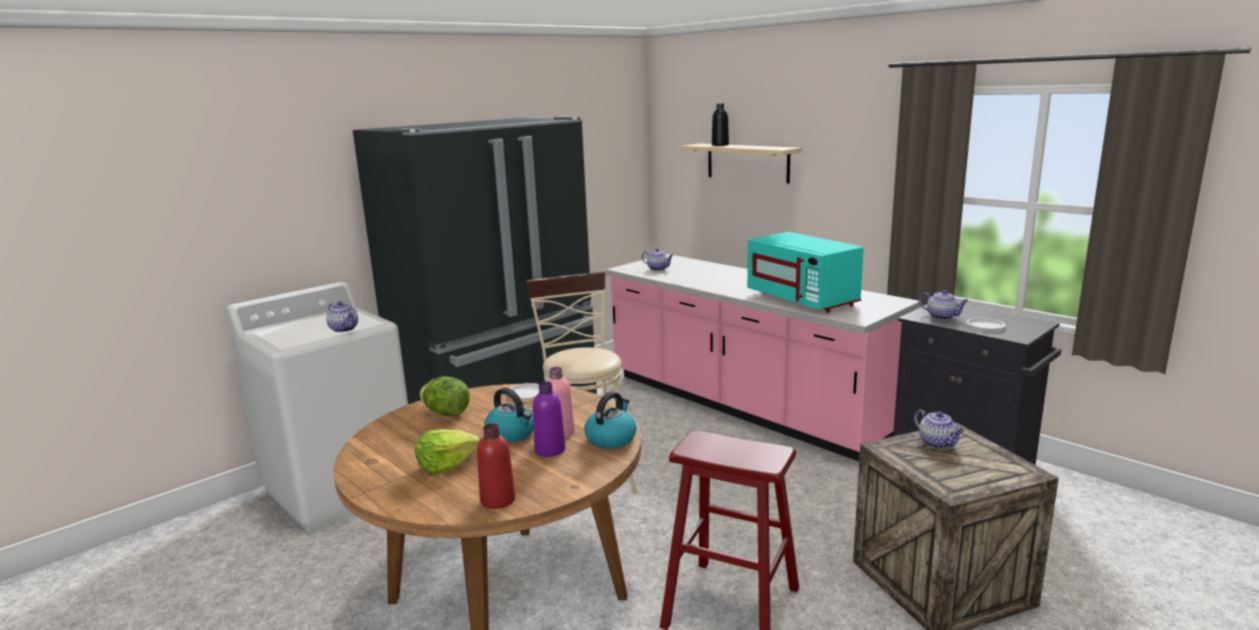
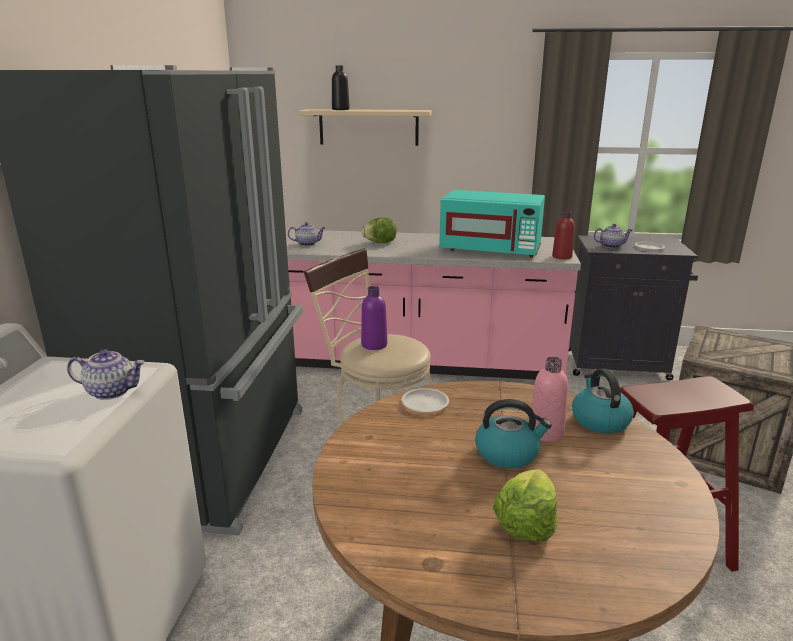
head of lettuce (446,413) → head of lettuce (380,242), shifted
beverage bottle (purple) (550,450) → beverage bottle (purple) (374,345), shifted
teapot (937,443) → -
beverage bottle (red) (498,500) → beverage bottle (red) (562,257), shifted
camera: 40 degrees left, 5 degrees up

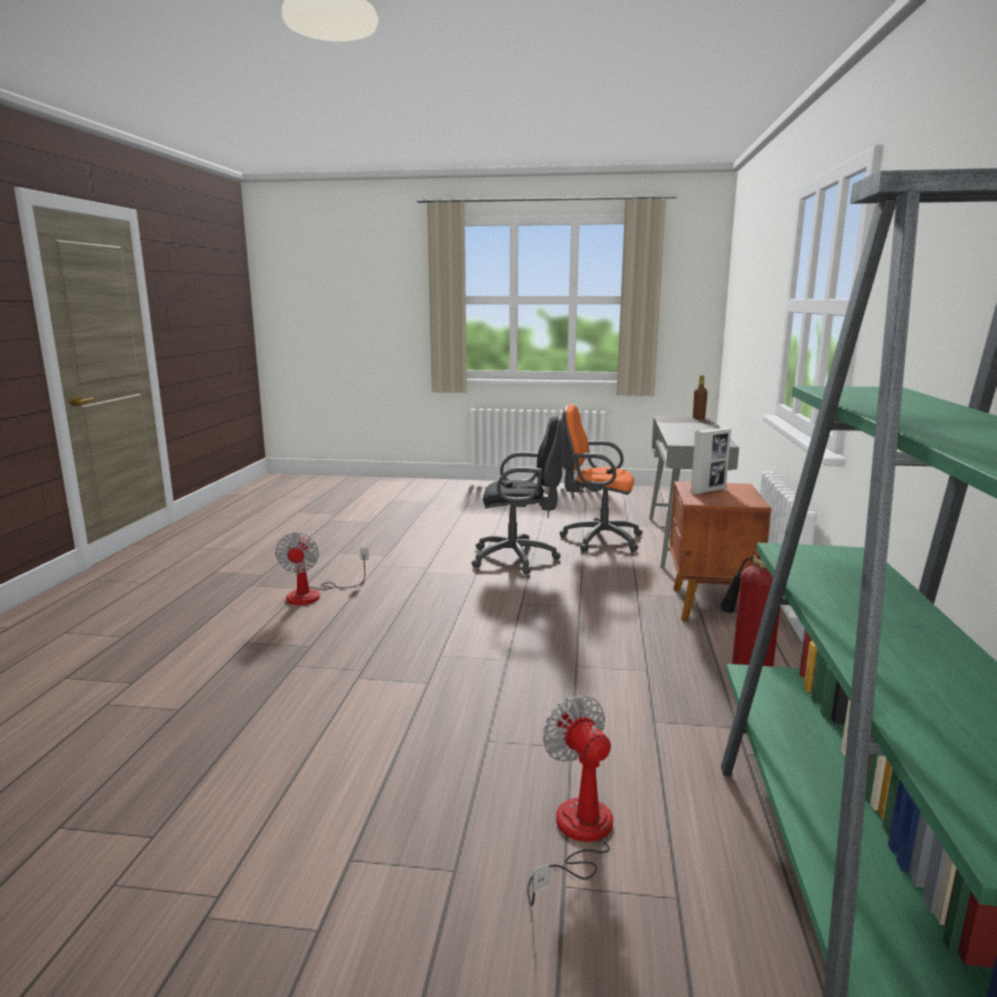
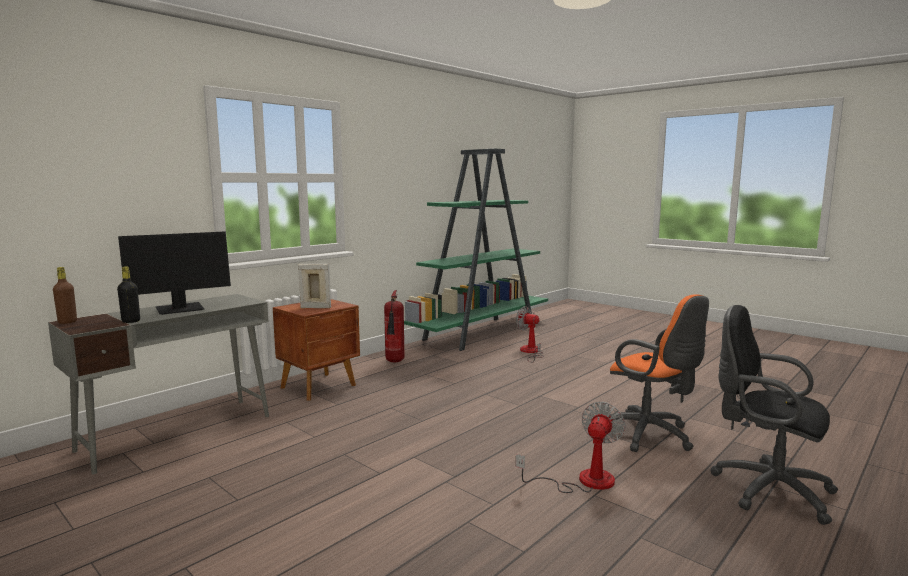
office chair (orange-coloured) (597,539) → office chair (orange-coloured) (650,436), shifted
office chair (black-coloured) (519,558) → office chair (black-coloured) (766,489), shifted
fan (576,836) → fan (530,352), 120 degrees clockwise
- → monitor (180,309)
- → beverage bottle (black-coloured) (131,321)
camera: 145 degrees left, 5 degrees down

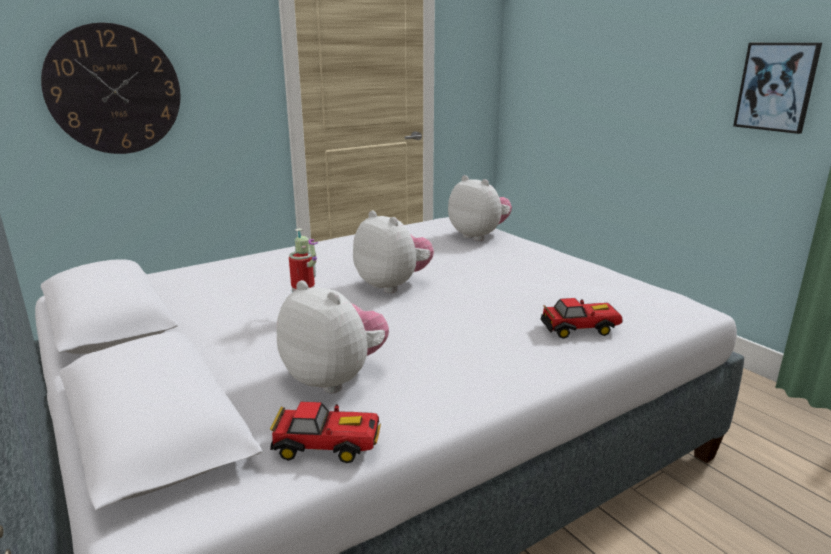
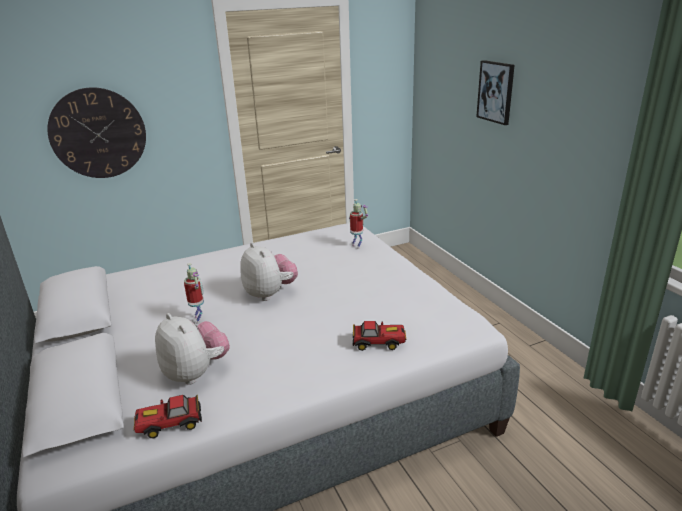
wall picture (776,87) → wall picture (496,92), shifted
soft toy (479,236) → model robot (357,246)
toy car (328,446) → toy car (169,424), 150 degrees clockwise
camera: 10 degrees right, 5 degrees up

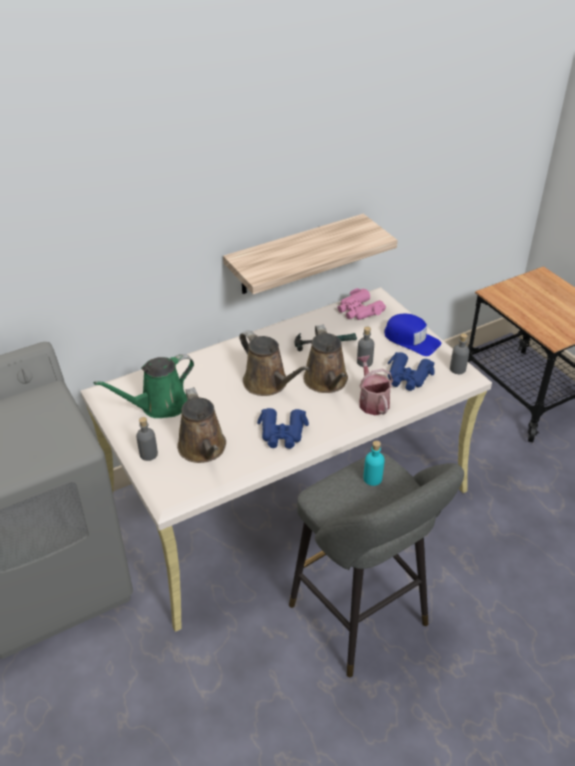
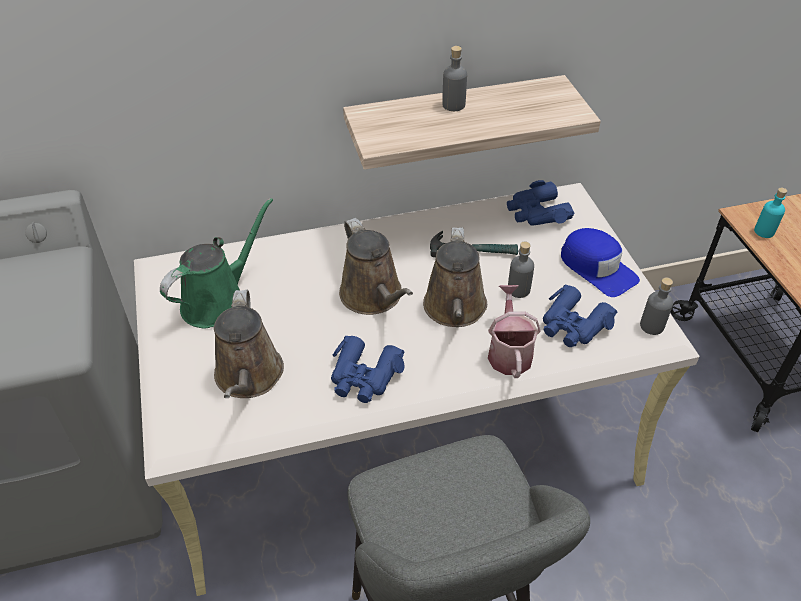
pair of binoculars (pink) (359,311) → pair of binoculars (blue-coloured) (537,212)
sprinkling can (green) (159,405) → sprinkling can (green) (219,301), 150 degrees clockwise
beverage bottle (grey) (148,454) → beverage bottle (grey) (453,105), shifted
beverage bottle (turquoise-coloured) (372,478) → beverage bottle (turquoise-coloured) (764,231), shifted
camera: 15 degrees right, 5 degrees up

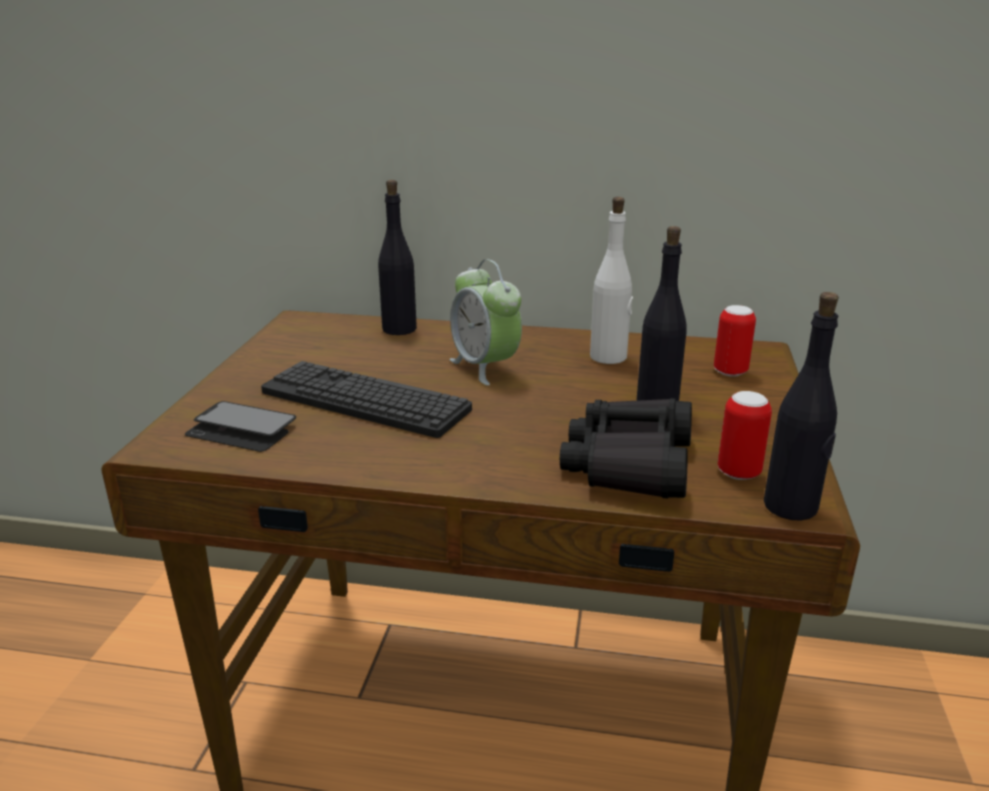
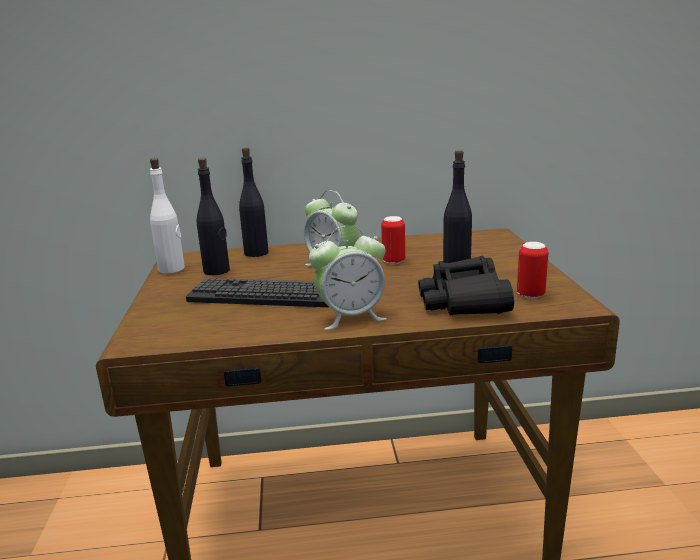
beverage bottle (whitish) (609,357) → beverage bottle (whitish) (172,269), shifted
beverage bottle (black-coloured) (791,507) → beverage bottle (black-coloured) (217,271), shifted
sealed can (730,371) → sealed can (393,261), shifted
phone (241,429) → -
- → alarm clock (351,317)
camera: 15 degrees left, 5 degrees down

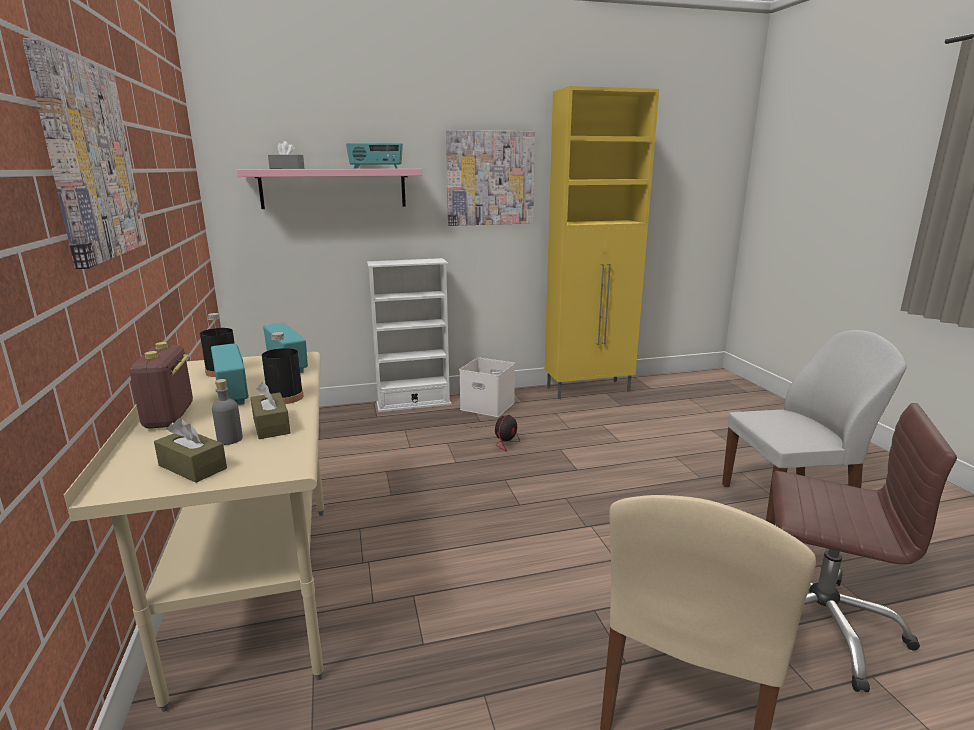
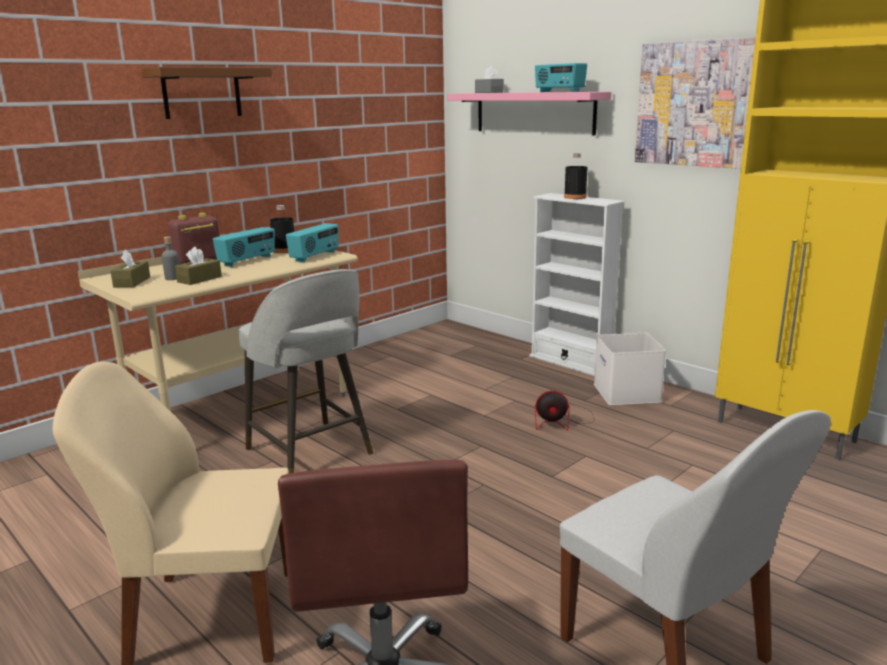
wall picture (89,161) → shelf (brownish) (202,93)
beverage bottle (black-coloured) (285,397) → beverage bottle (black-coloured) (575,197), shifted
- → sitting stool (grey) (311,453)
camera: 60 degrees right, 0 degrees up

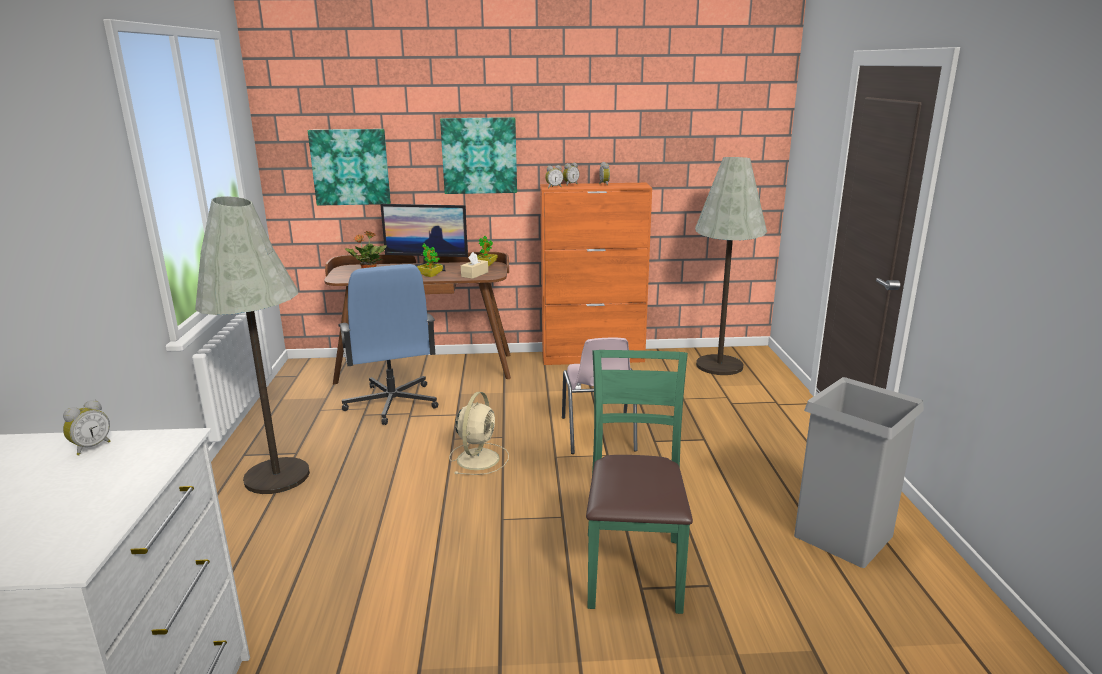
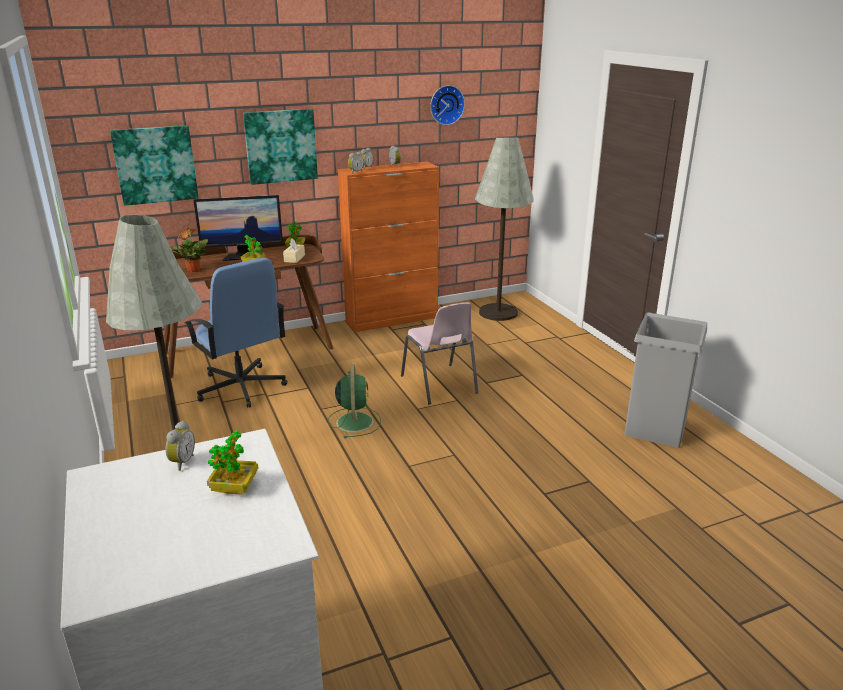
chair (green) (633,570) → -
fan (beige-coloured) (478,458) → fan (green) (355,421)
- → hanging clock (446,105)
- → plant in a pot (235,488)
camera: 20 degrees left, 5 degrees up

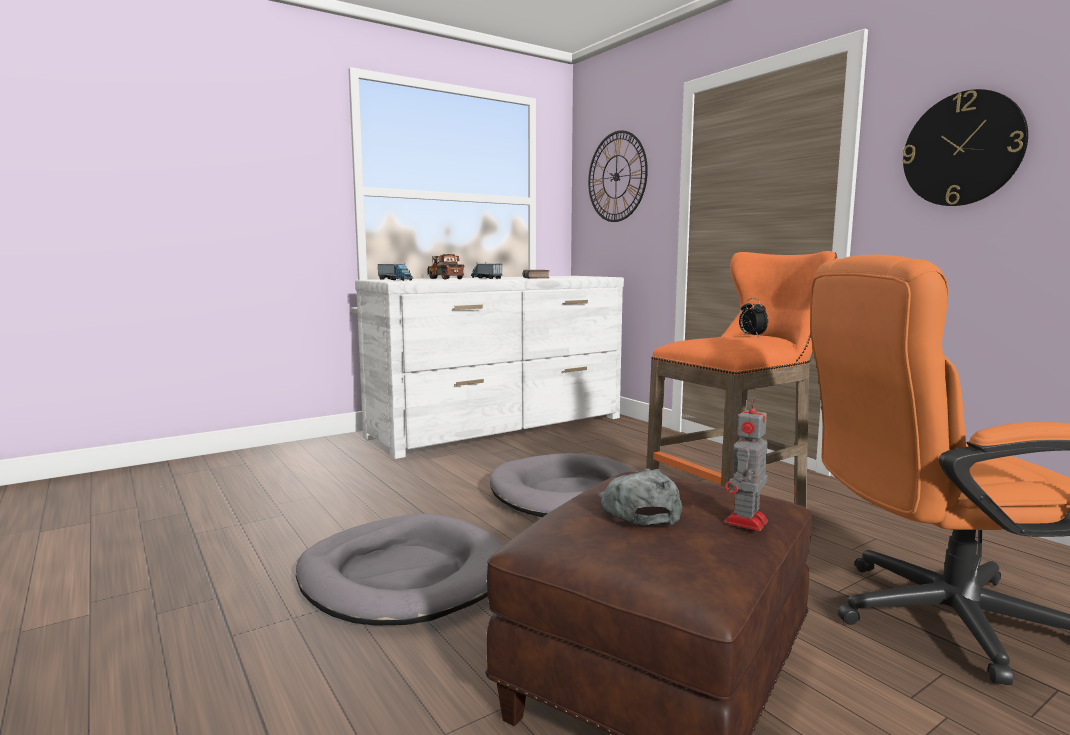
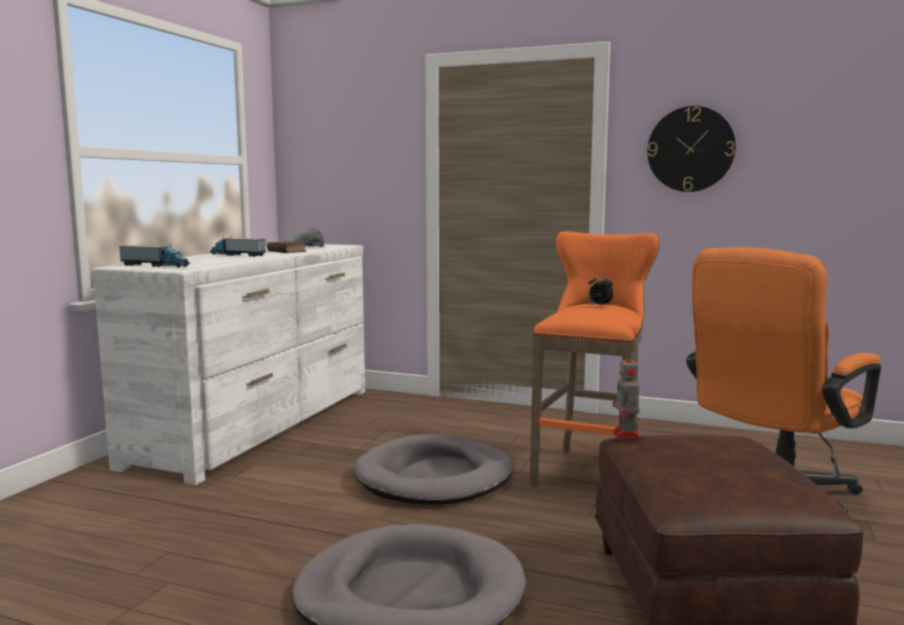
hanging clock (616,177) → -
toy truck (444,278) → -
model robot (745,522) → model robot (626,435), shifted
cap (grey) (638,508) → cap (grey) (306,246), shifted
camera: 35 degrees left, 0 degrees up

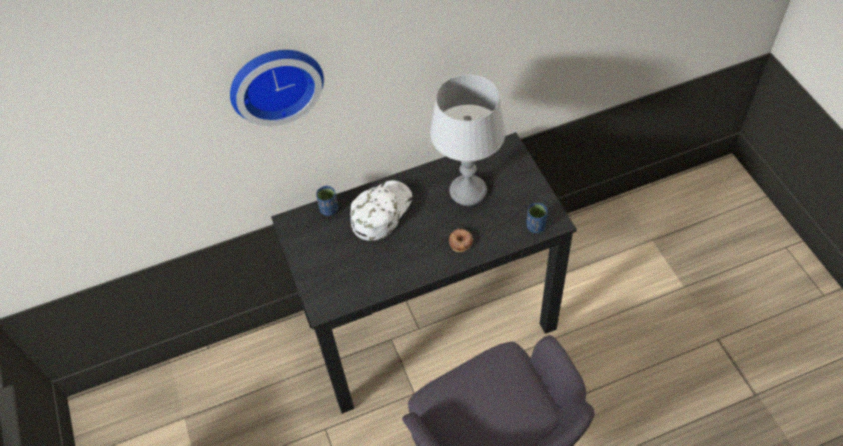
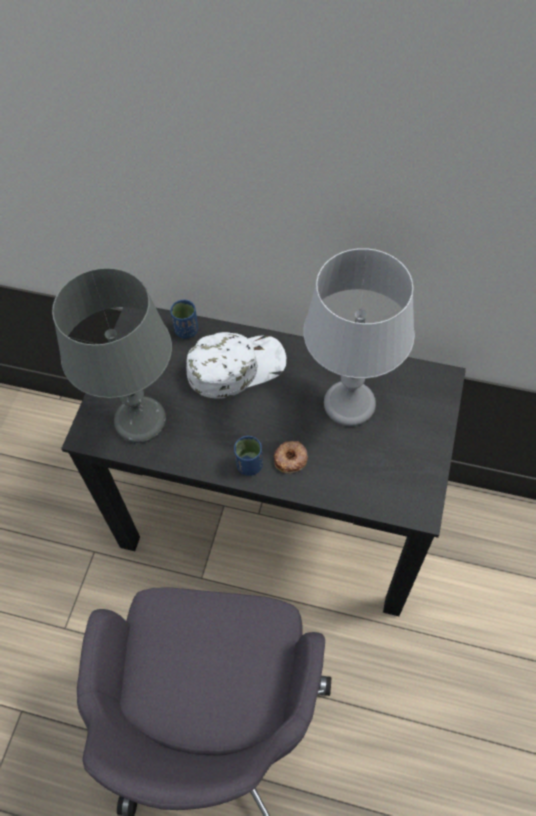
hanging clock (275,82) → -
cup (blue-coloured) (535,226) → cup (blue-coloured) (249,465), shifted
- → tabletop lamp (grey) (140,421)
camera: 35 degrees right, 5 degrees up

